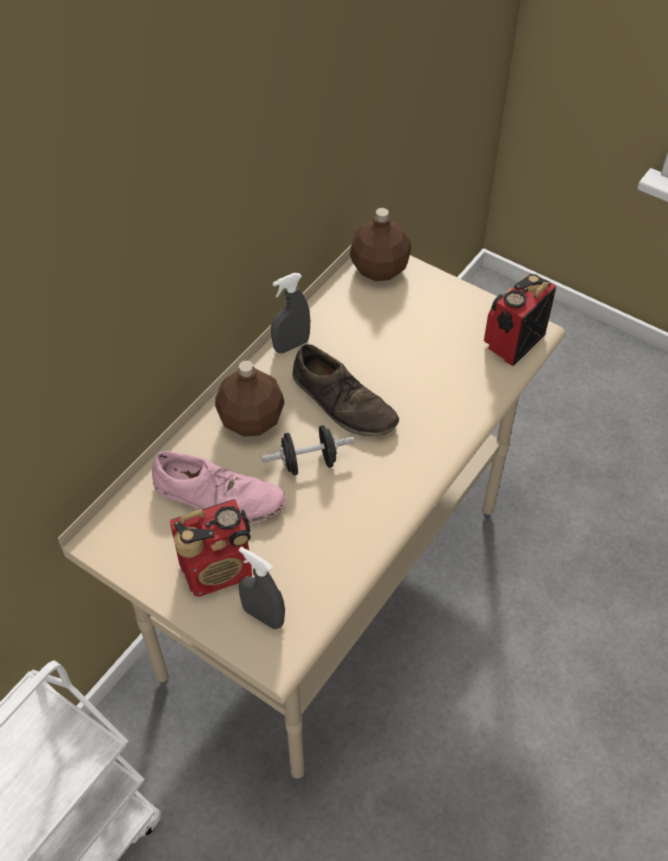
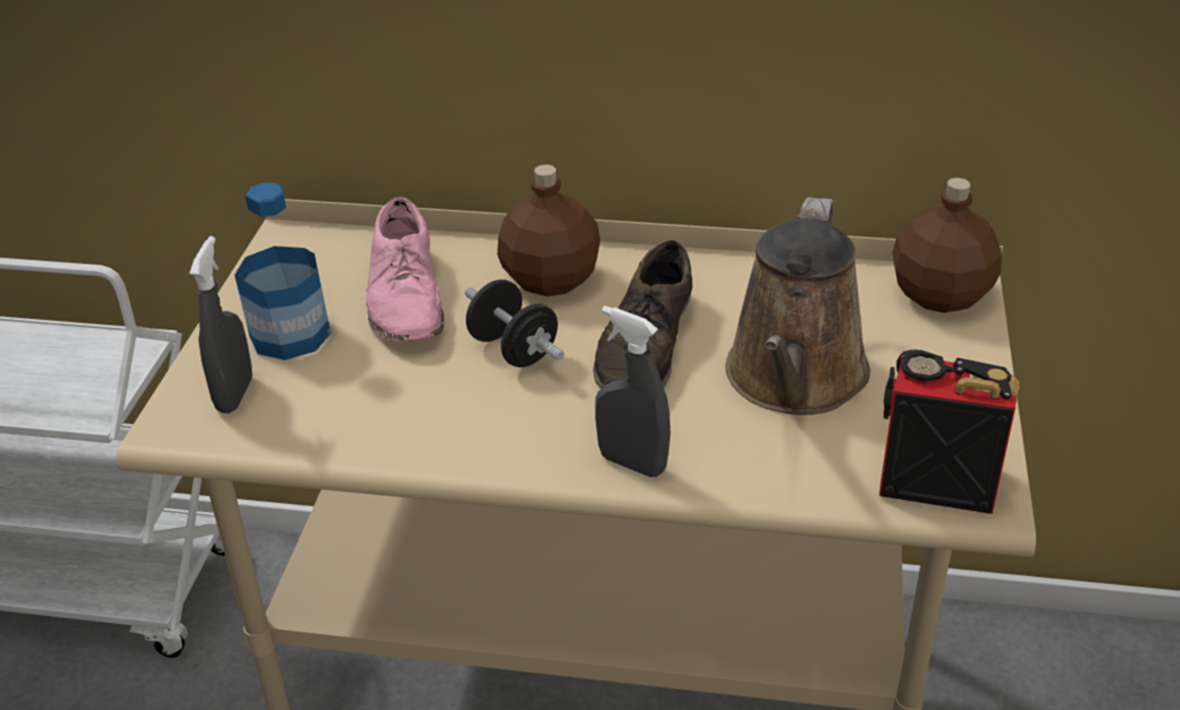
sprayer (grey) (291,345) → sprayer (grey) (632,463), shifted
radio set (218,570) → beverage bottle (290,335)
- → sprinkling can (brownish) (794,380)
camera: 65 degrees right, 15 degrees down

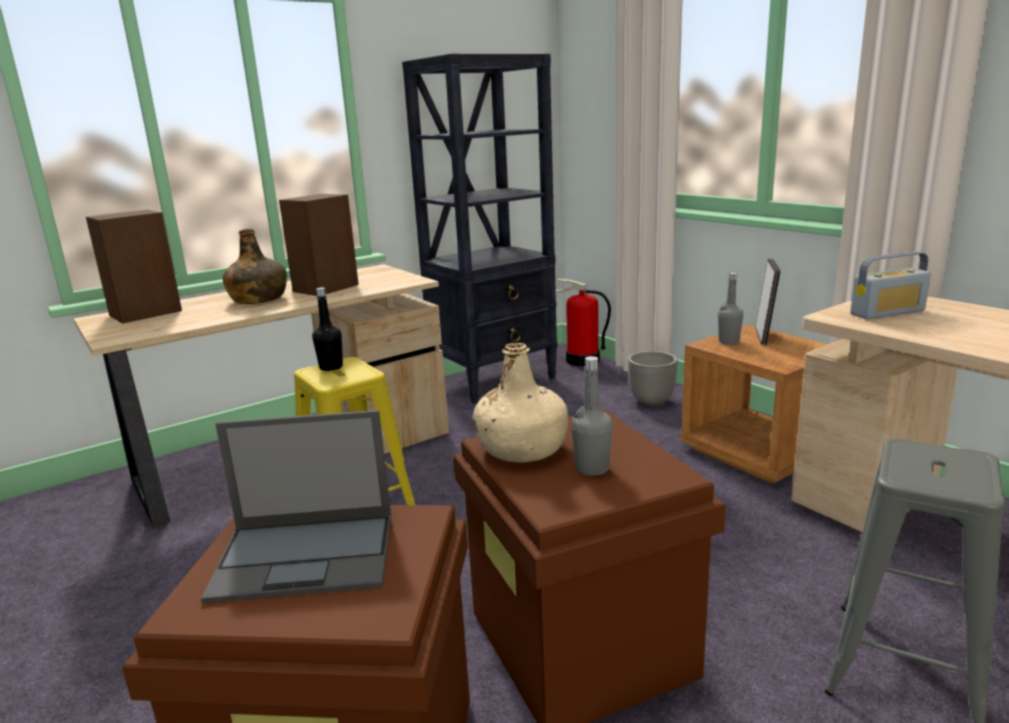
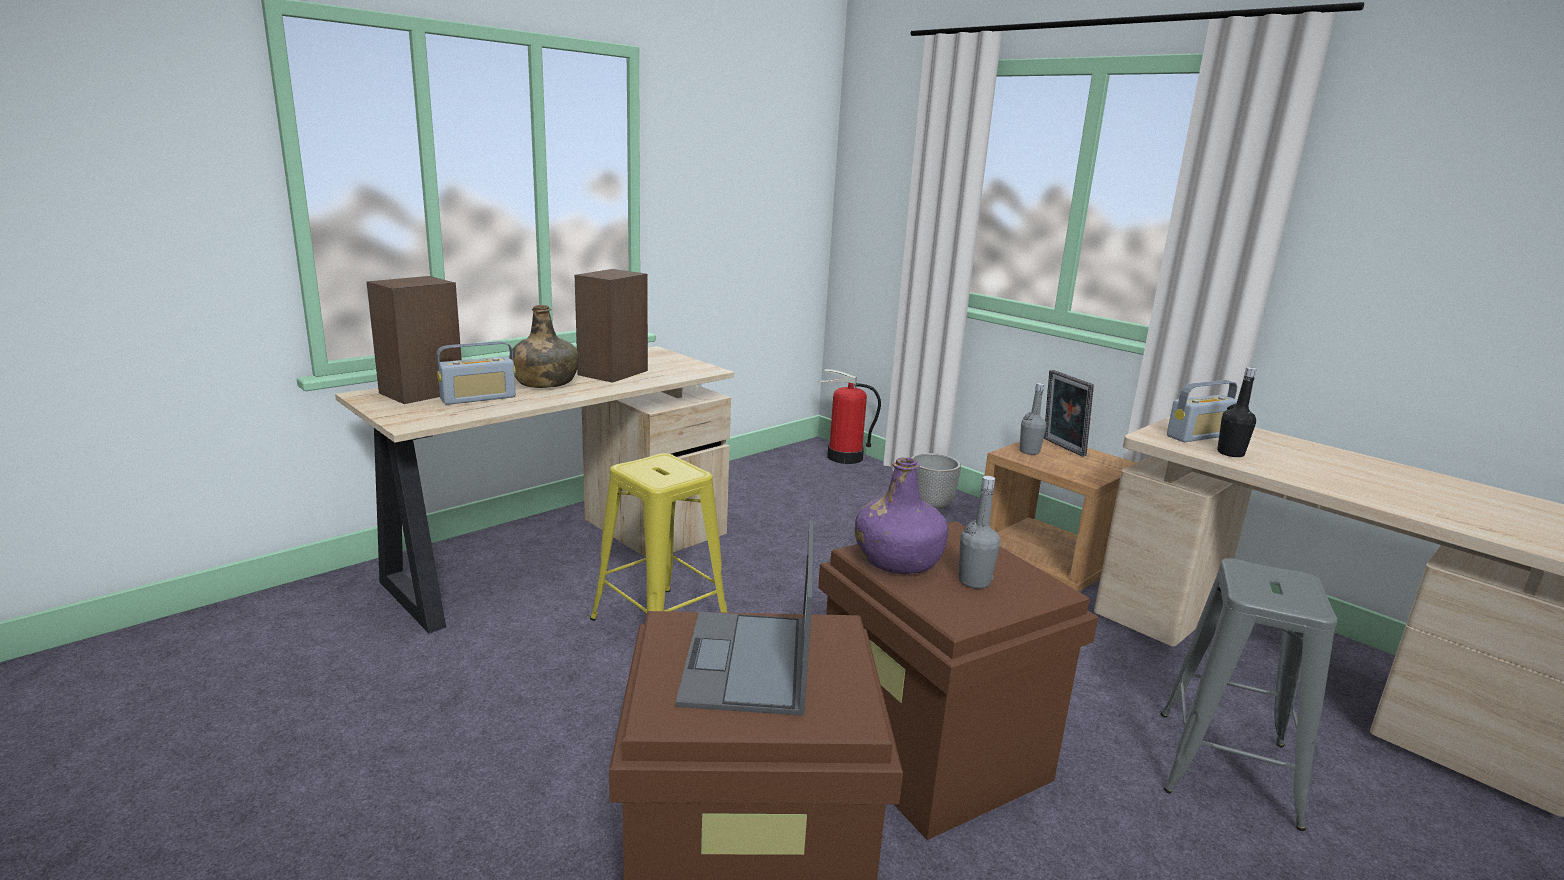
shelving unit (black-coloured) (495,380) → -
standing frame (764,336) → standing frame (1061,447), 150 degrees clockwise
beverage bottle (black-coloured) (331,367) → beverage bottle (black-coloured) (1230,453), shifted
beverage bottle (beige-coloured) (522,449) → beverage bottle (purple) (898,560)
portable computer (307,556) → portable computer (747,663), 105 degrees clockwise
- → radio set (478,398)
camera: 10 degrees left, 0 degrees up

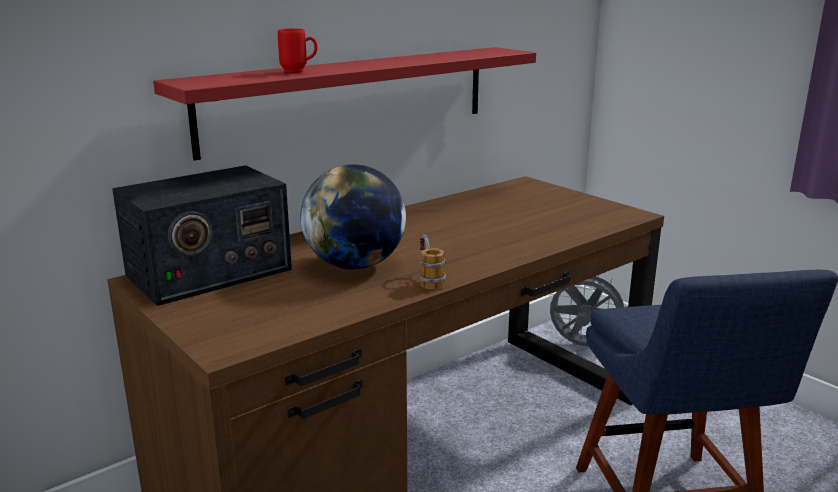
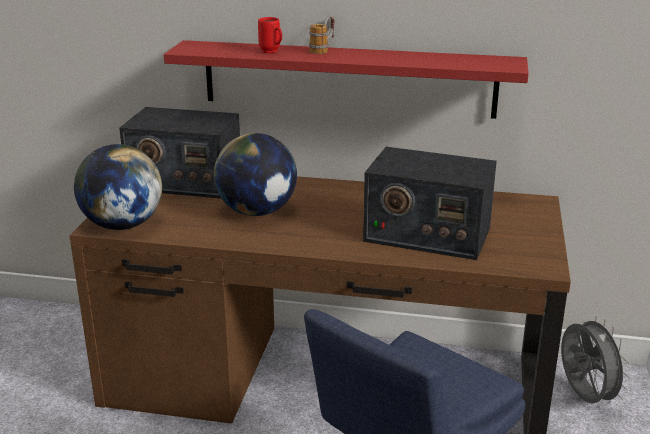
coffee mug (428,280) → coffee mug (323,49), shifted
- → globe (122,225)
- → radio set (426,234)
camera: 50 degrees right, 5 degrees up

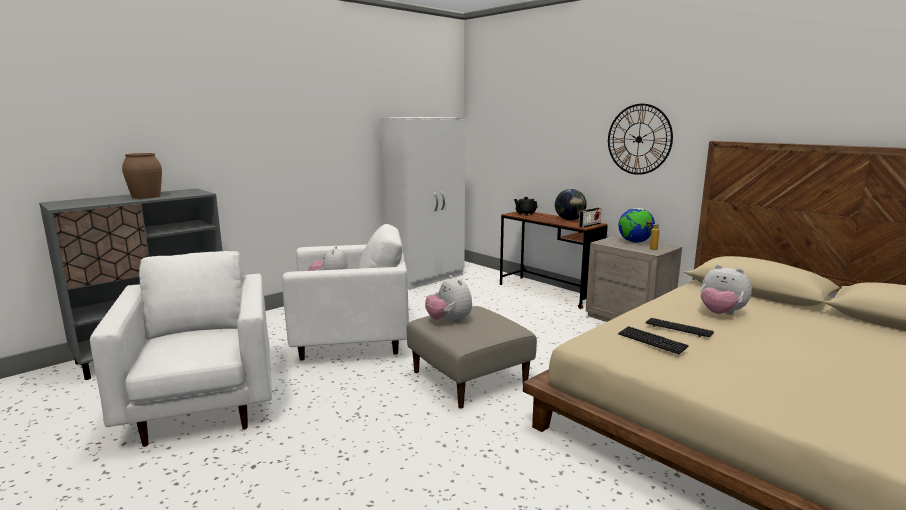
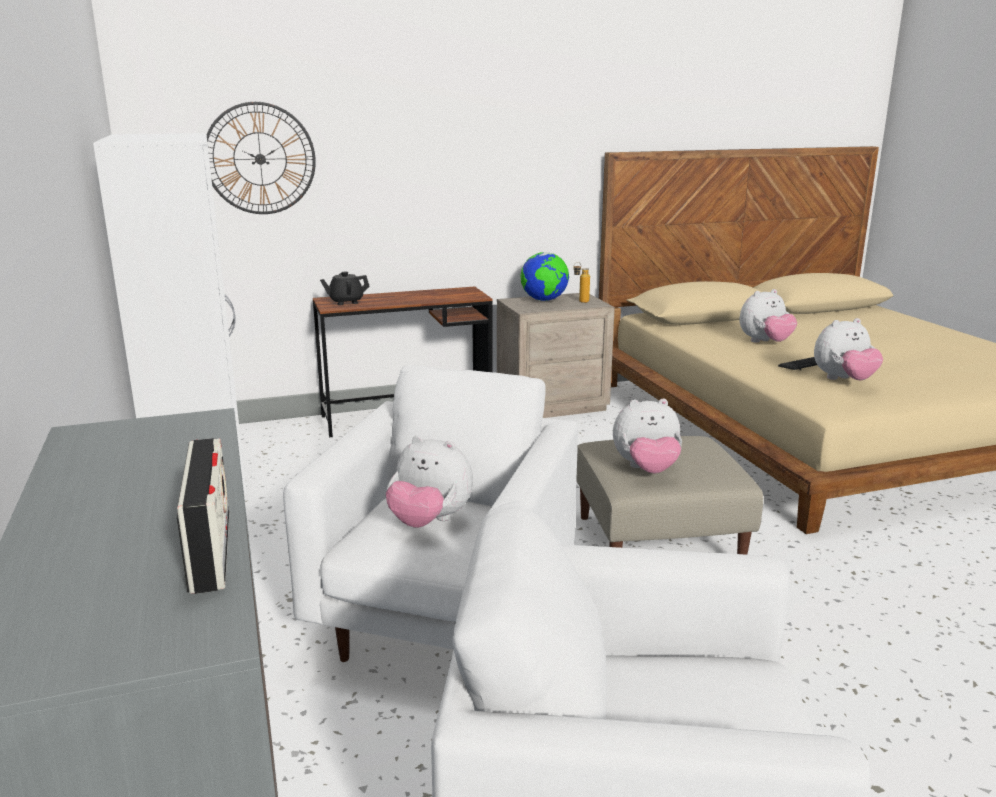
hanging clock (639,139) → hanging clock (260,159), shifted
vase (brownish) (146,196) → -
globe (569,220) → -
radio set (589,225) → radio set (210,550), shifted
keyboard (652,341) → soft toy (843,380)
camera: 65 degrees left, 5 degrees up

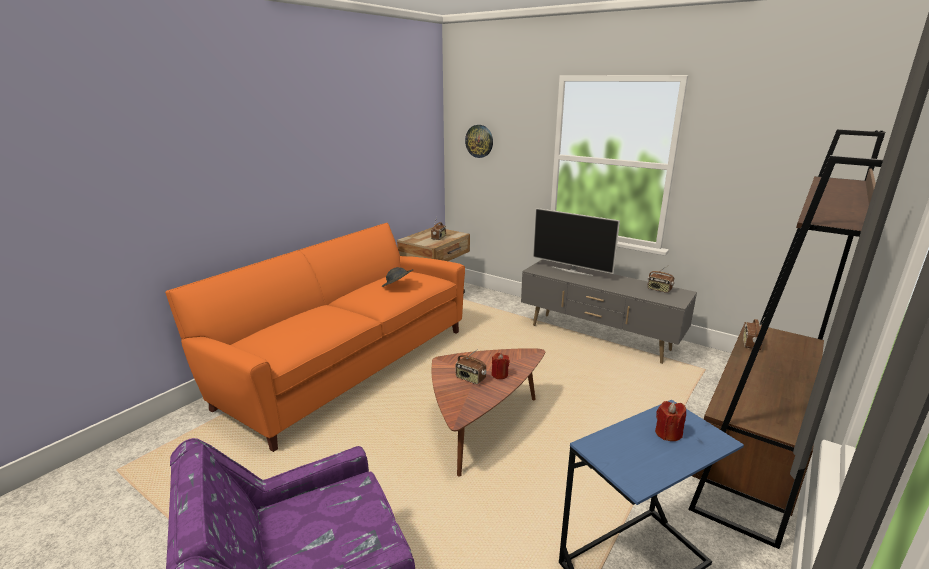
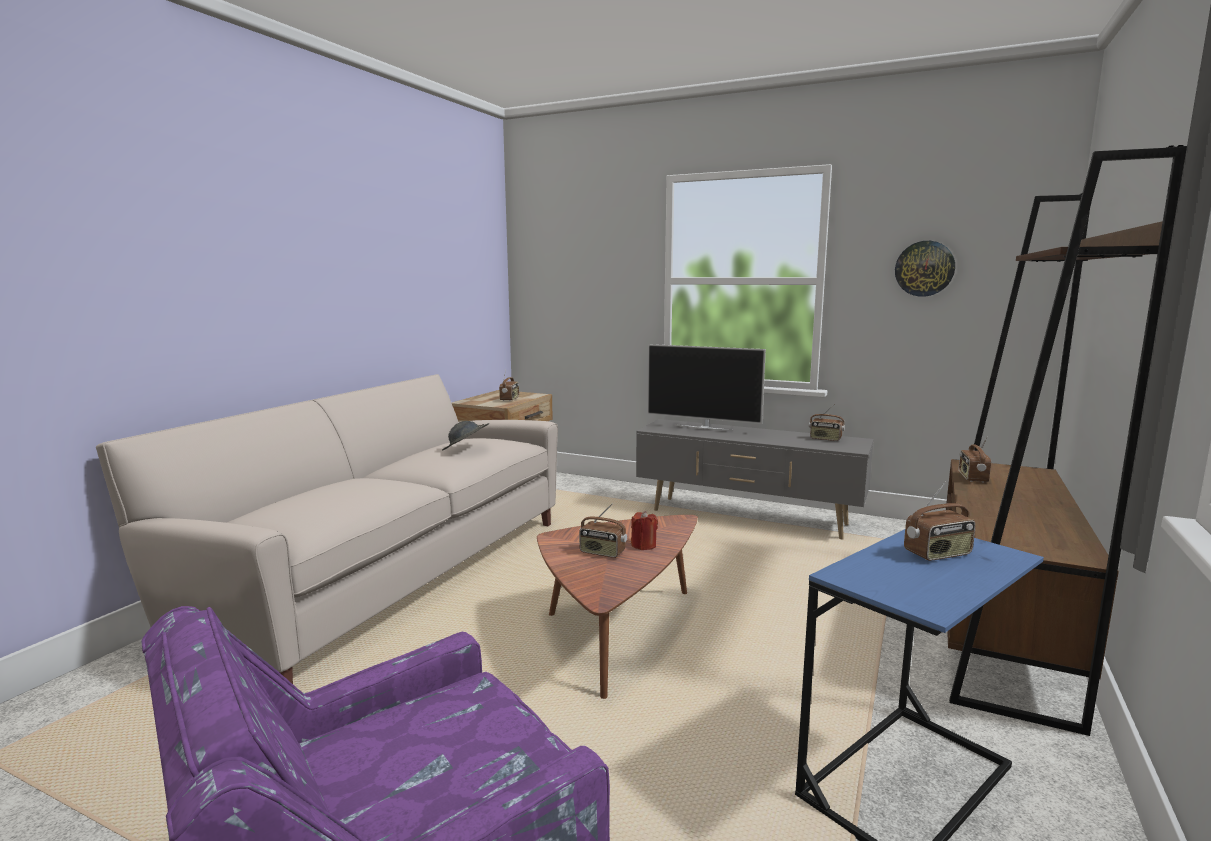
hanging clock (479,141) → hanging clock (924,268), shifted
settee (orange-coloured) (345,364) → settee (beige-coloured) (386,575)
wax light (red) (668,433) → radio set (938,554)
camera: 10 degrees left, 10 degrees down

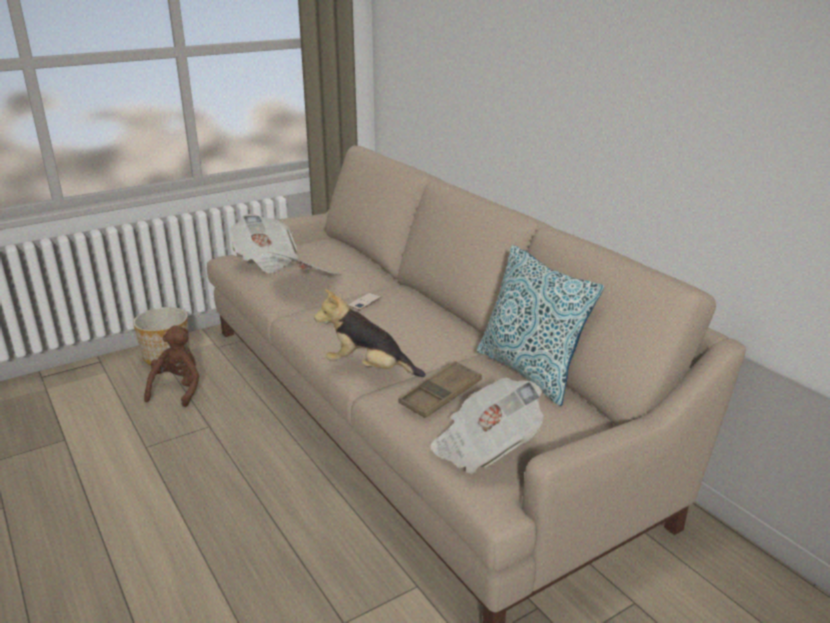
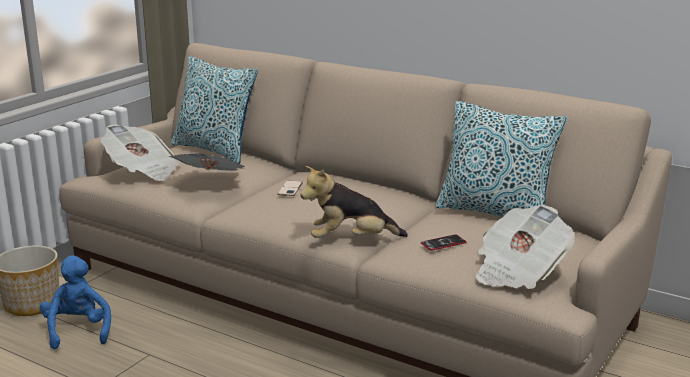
soft toy (brownish) (178,389) → soft toy (blue-coloured) (78,330)
carrying tray (brownish) (440,395) → phone (443,243)
- → cushion (214,150)
camera: 25 degrees left, 5 degrees down

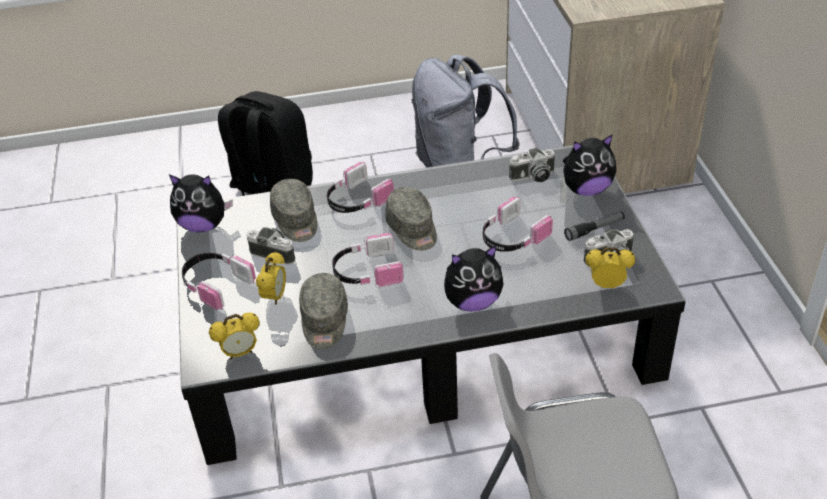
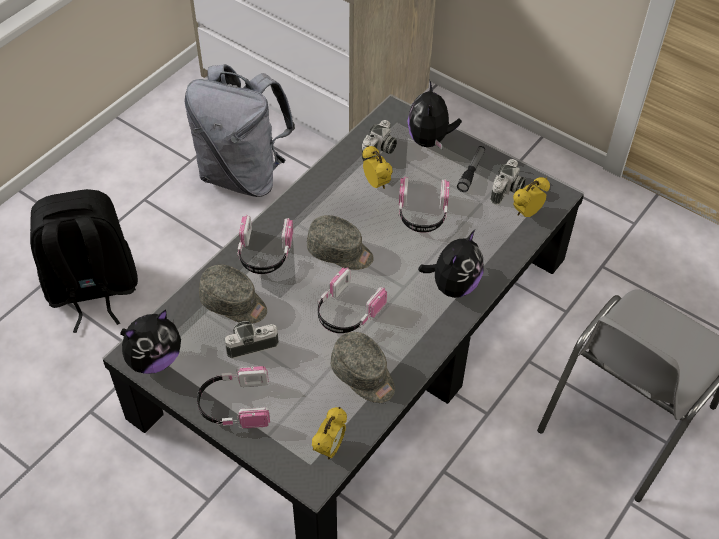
soft toy (586,189) → soft toy (430,140), 150 degrees clockwise
alarm clock (275,297) → alarm clock (376,184), shifted
camera: 45 degrees left, 10 degrees up

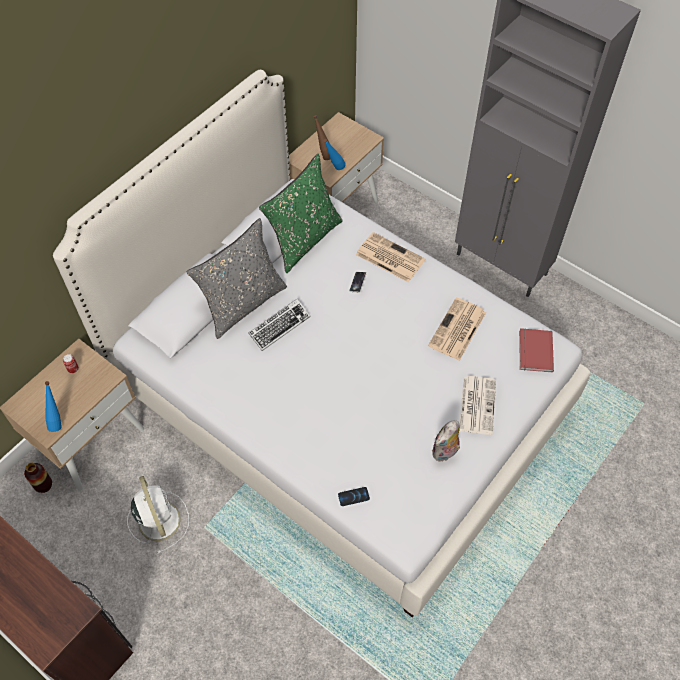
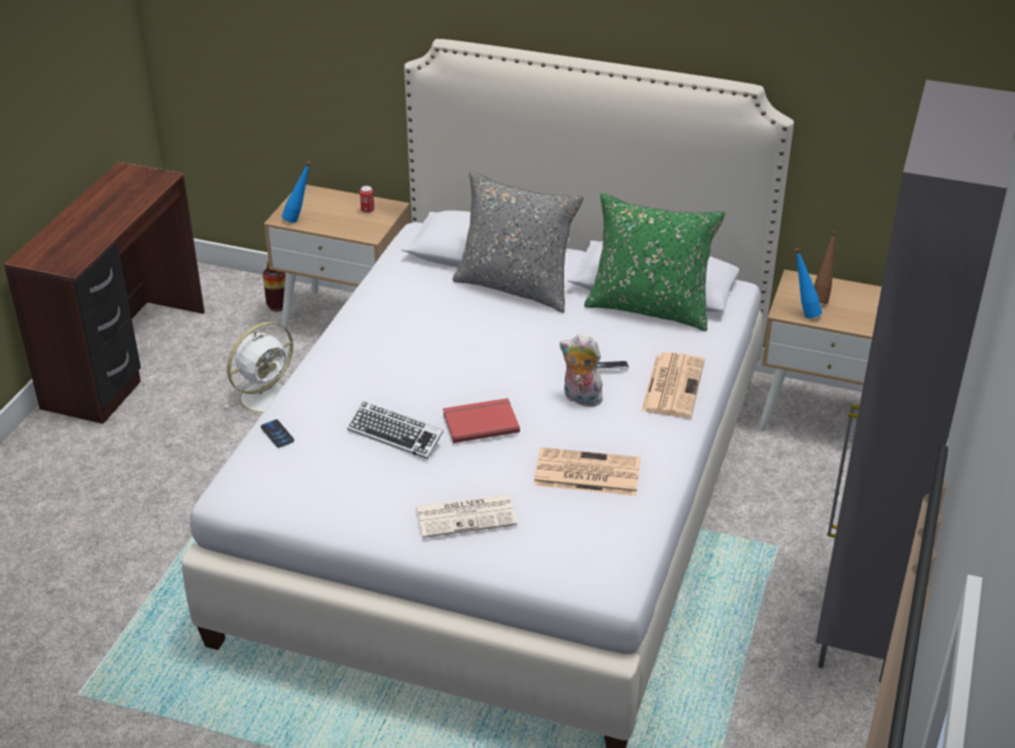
keyboard (279,326) → keyboard (395,435), shifted
bound book (red) (534,351) → bound book (red) (480,422), shifted
soft toy (445,453) → soft toy (580,399), shifted
camera: 70 degrees right, 20 degrees down

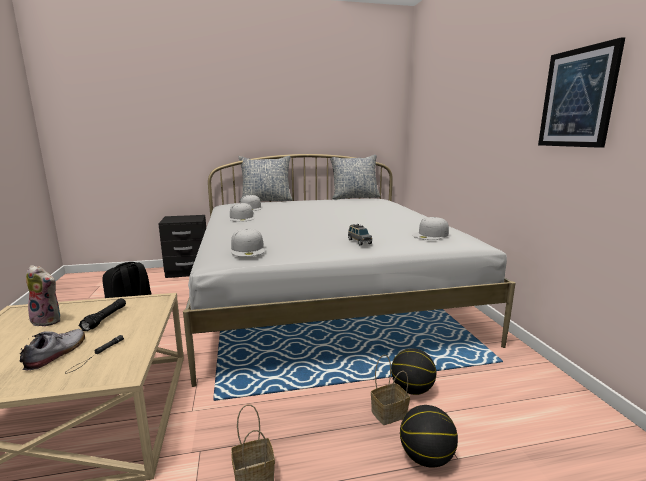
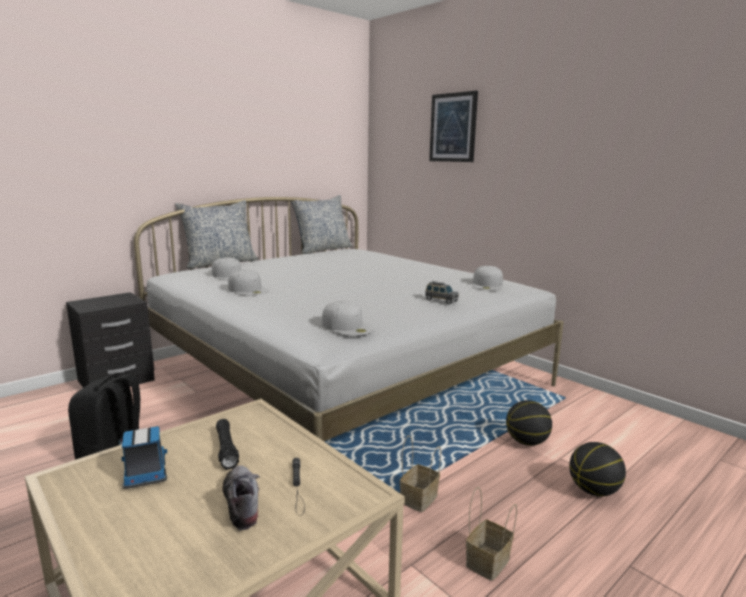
wall picture (578,98) → wall picture (453,127), shifted
soft toy (49,320) → toy truck (146,473)
storage basket (388,414) → storage basket (419,500), shifted
camera: 30 degrees left, 0 degrees up

